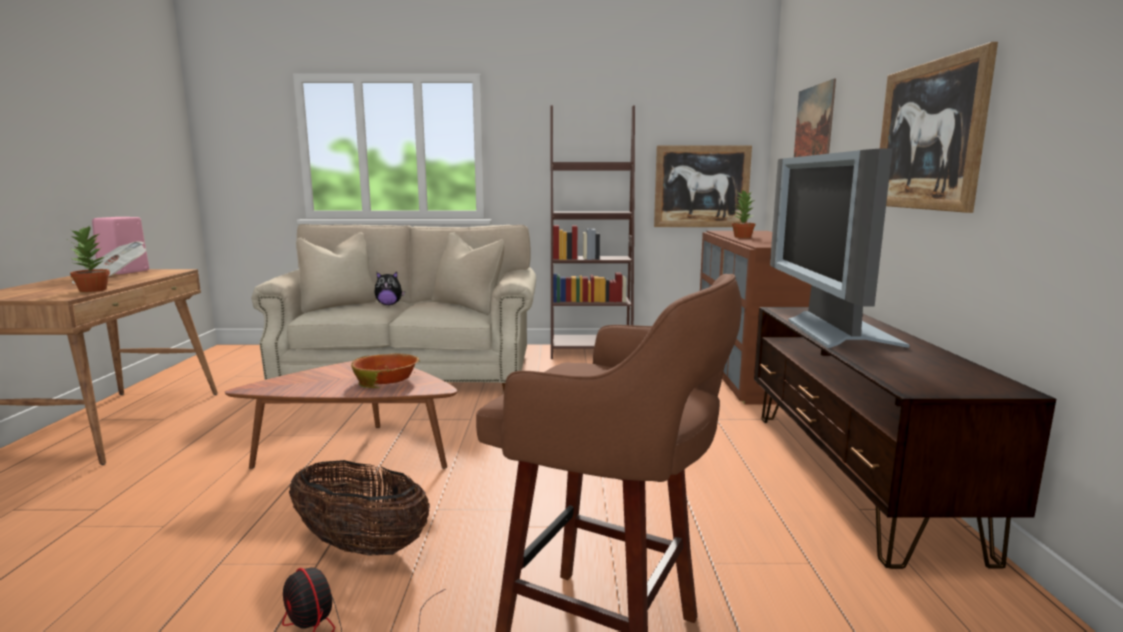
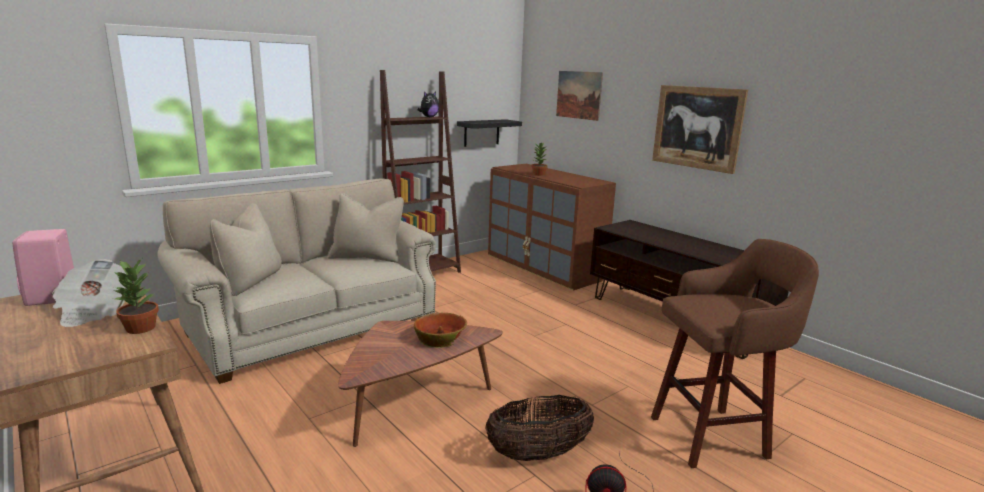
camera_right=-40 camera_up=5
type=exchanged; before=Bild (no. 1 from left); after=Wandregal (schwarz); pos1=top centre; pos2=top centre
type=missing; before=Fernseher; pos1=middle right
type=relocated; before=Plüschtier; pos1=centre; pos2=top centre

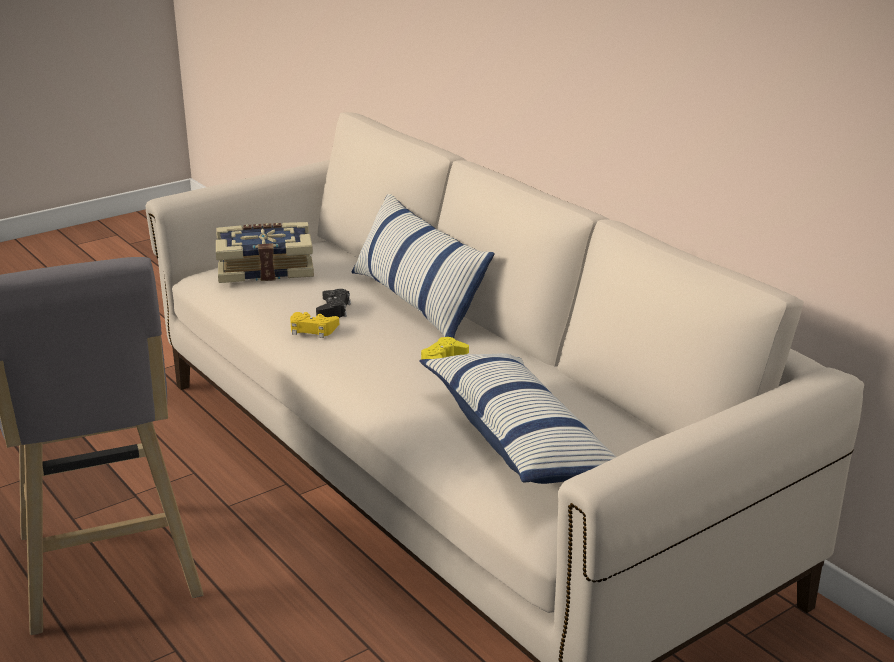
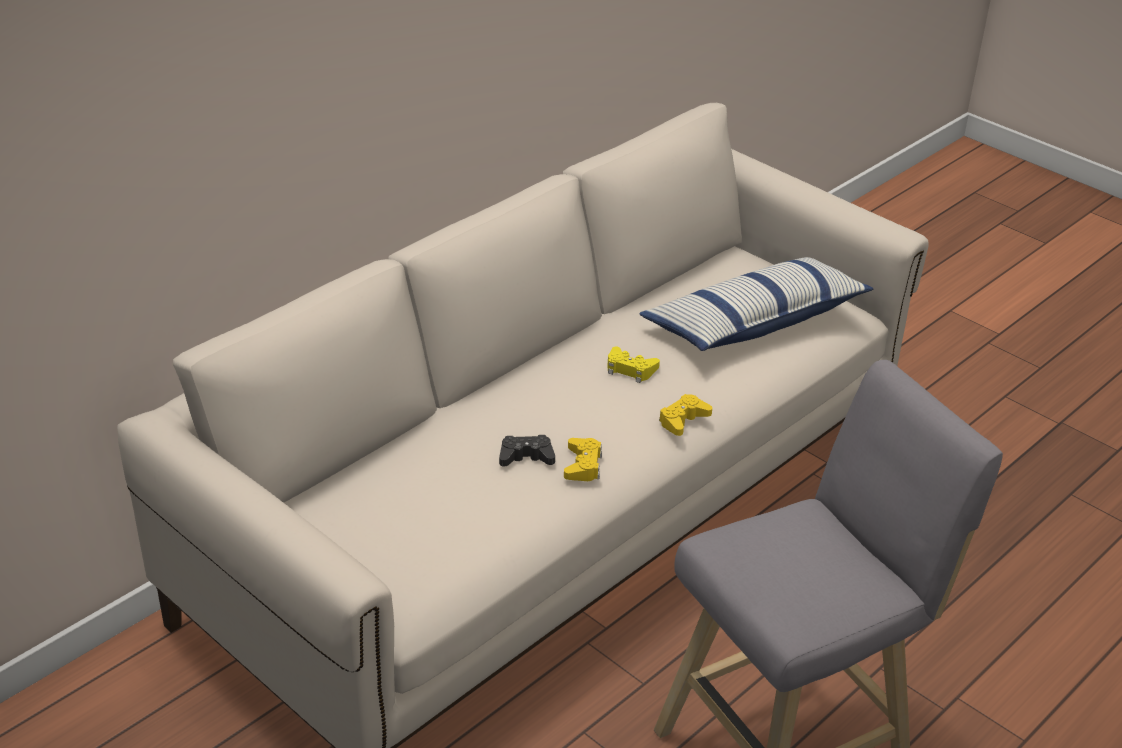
camera_right=-100 camera_up=10
type=missing; before=Kissen (no. 1 from left); pos1=centre
type=missing; before=Buch; pos1=middle left
type=appeared; after=Gamepad (gelb) (no. 3 from left); pos2=centre

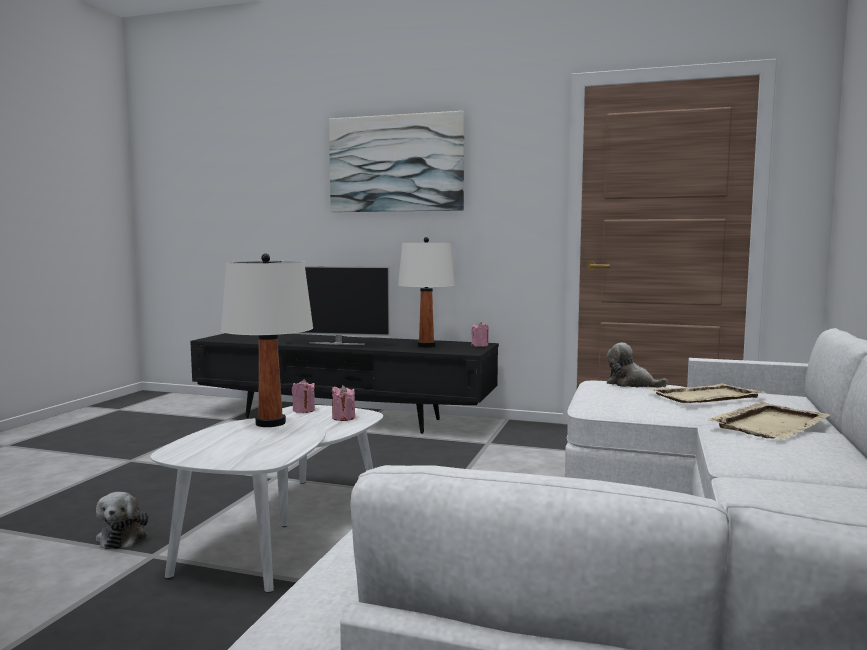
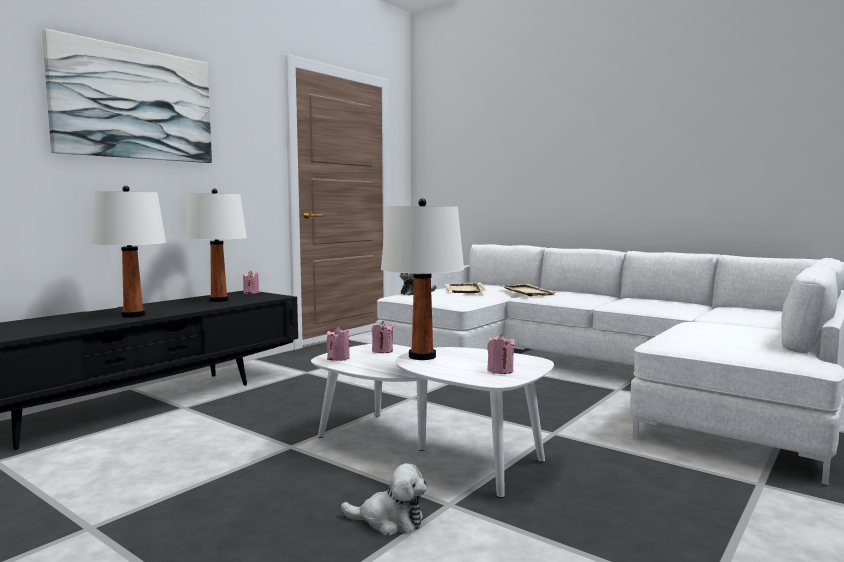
camera_right=-70 camera_up=0
type=exchanged; before=Fernseher; after=Tischlampe (weiß) (no. 1 from left); pos1=centre; pos2=middle left
type=appeared; after=Kerze (rosa) (no. 4 from left); pos2=centre

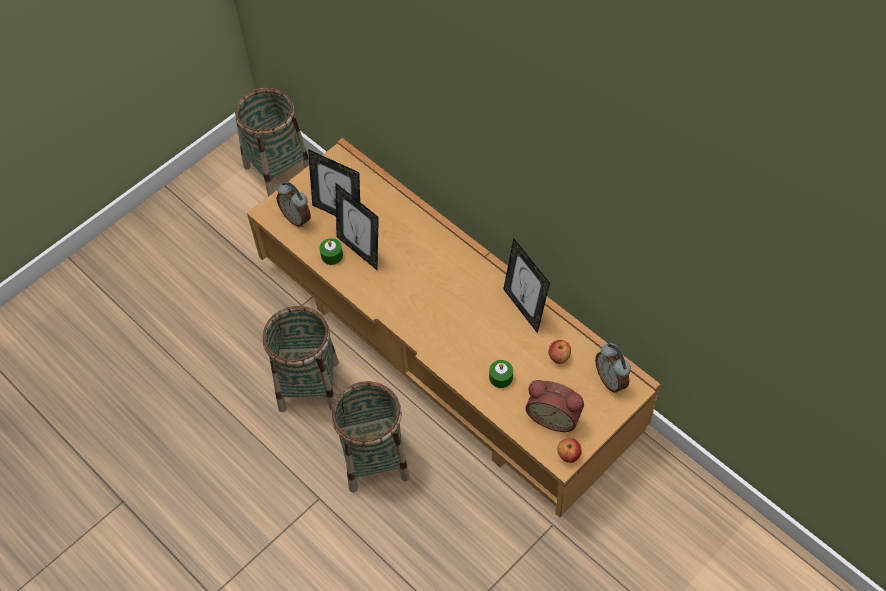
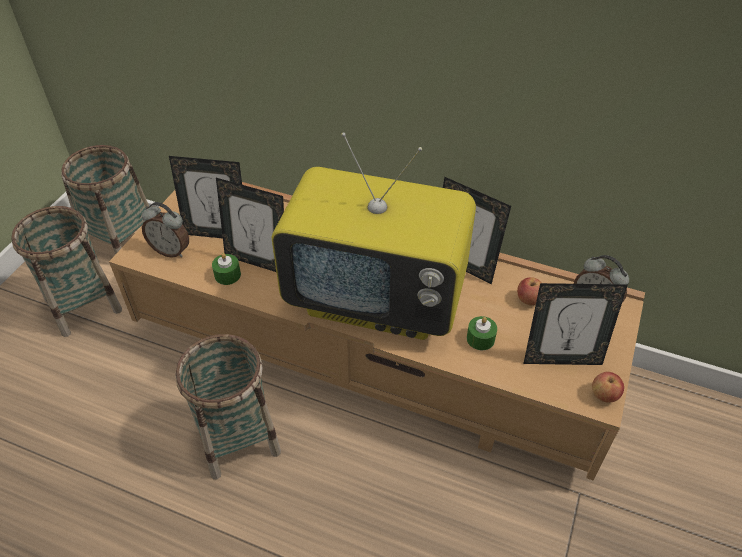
camera_right=-25 camera_up=-10
type=exchanged; before=Wecker (no. 2 from left); after=Bilderrahmen (no. 4 from left); pos1=bottom centre; pos2=middle right
type=relocated; before=Korb (no. 3 from left in the first image); after=Korb (no. 1 from left); pos1=bottom centre; pos2=middle left
type=appeared; after=Fernseher; pos2=centre

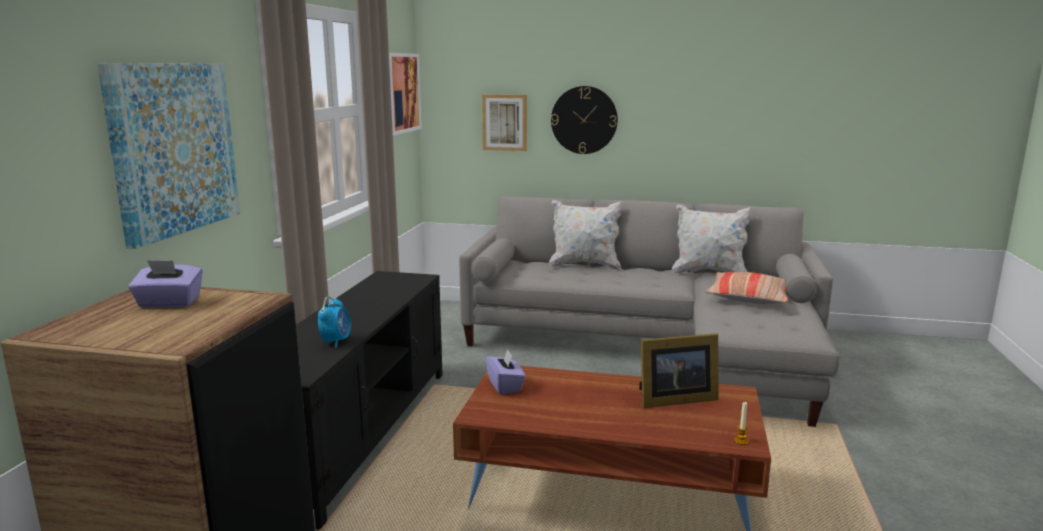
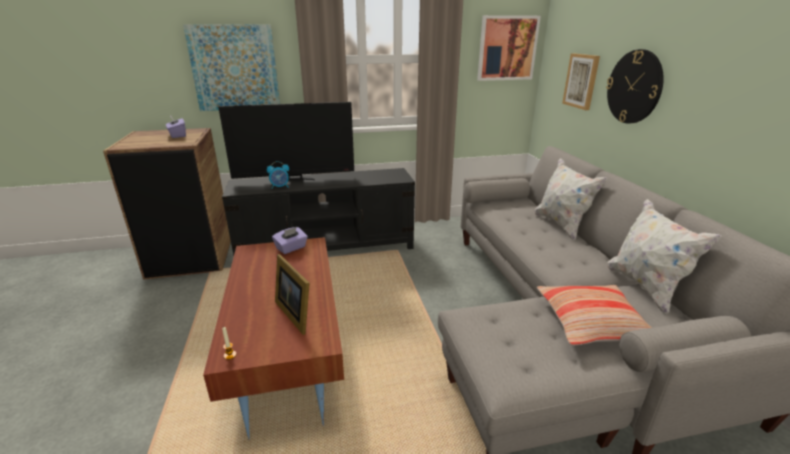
camera_right=65 camera_up=10
type=appeared; after=Fernseher; pos2=top centre

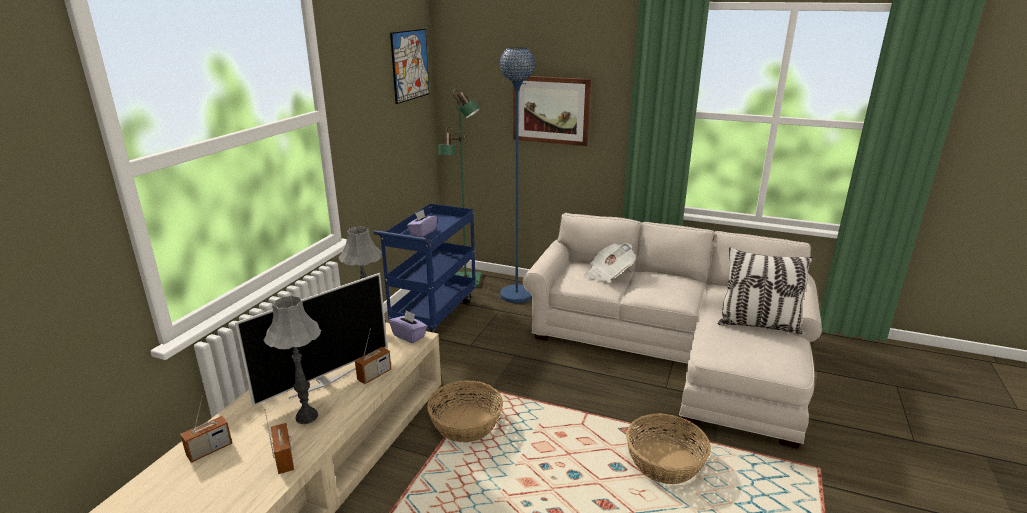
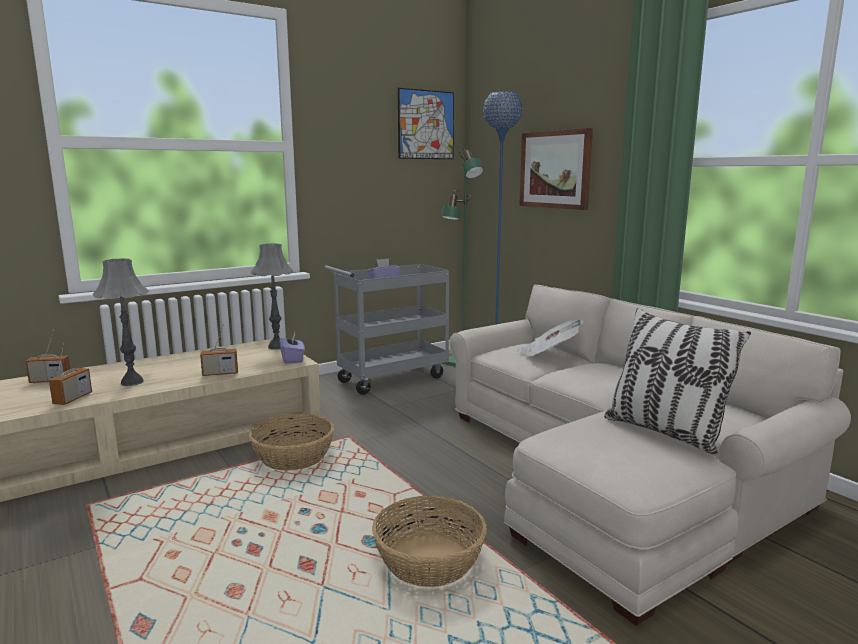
camera_right=35 camera_up=-10
type=colour; before=Rollwagen (blau); after=Rollwagen (grau); pos1=centre; pos2=centre
type=missing; before=Fernseher; pos1=middle left

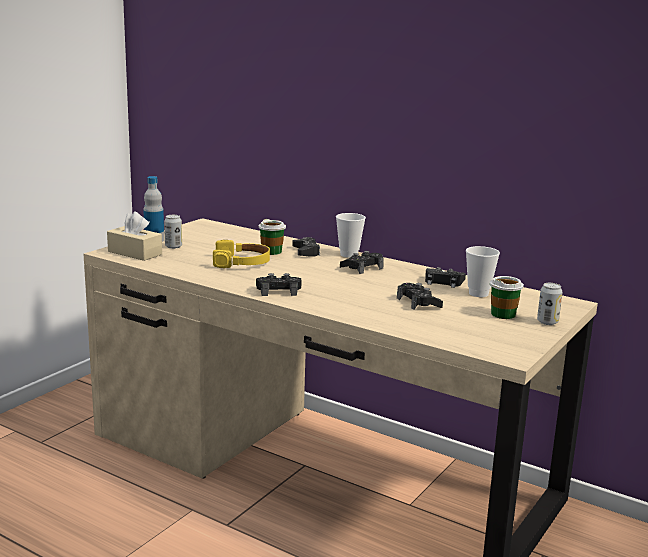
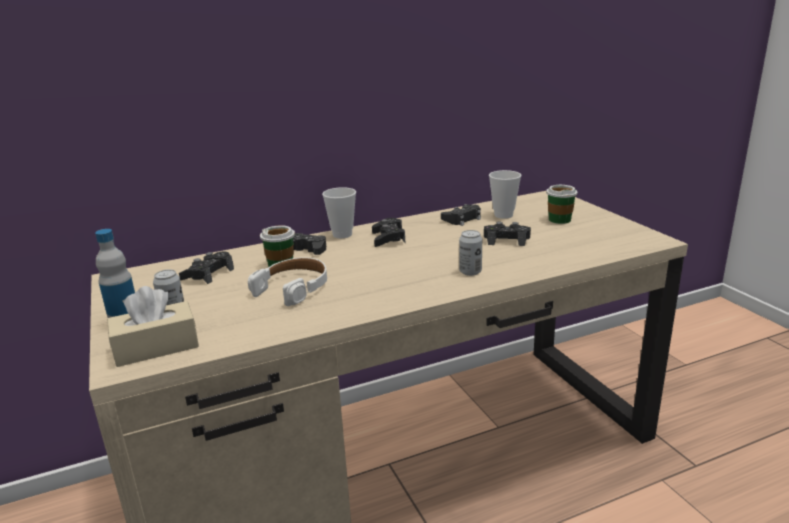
camera_right=-55 camera_up=5
type=colour; before=Kopfhörer (gelb); after=Kopfhörer (weiß); pos1=centre; pos2=centre
type=relocated; before=Gamepad (schwarz) (no. 1 from left); pos1=centre; pos2=middle left
type=relocated; before=Dose (no. 2 from left); pos1=middle right; pos2=centre

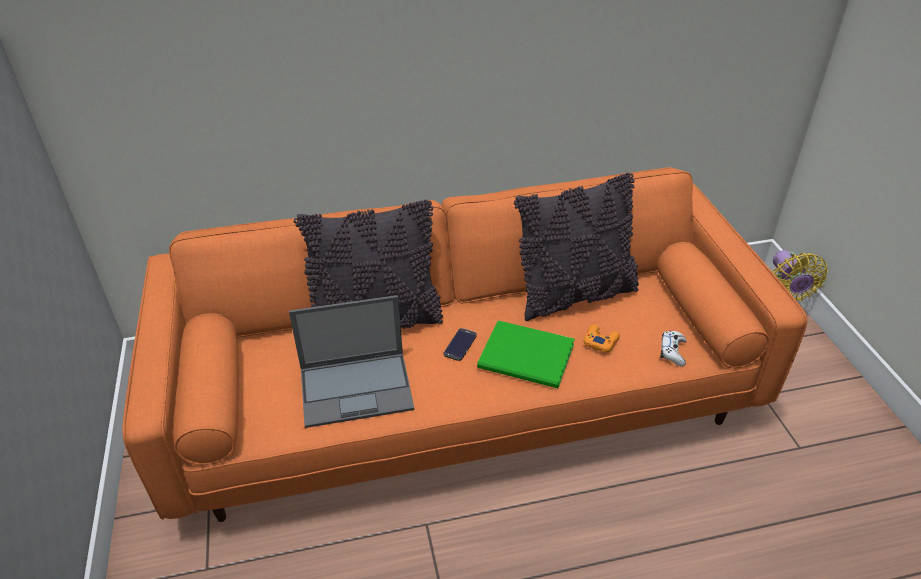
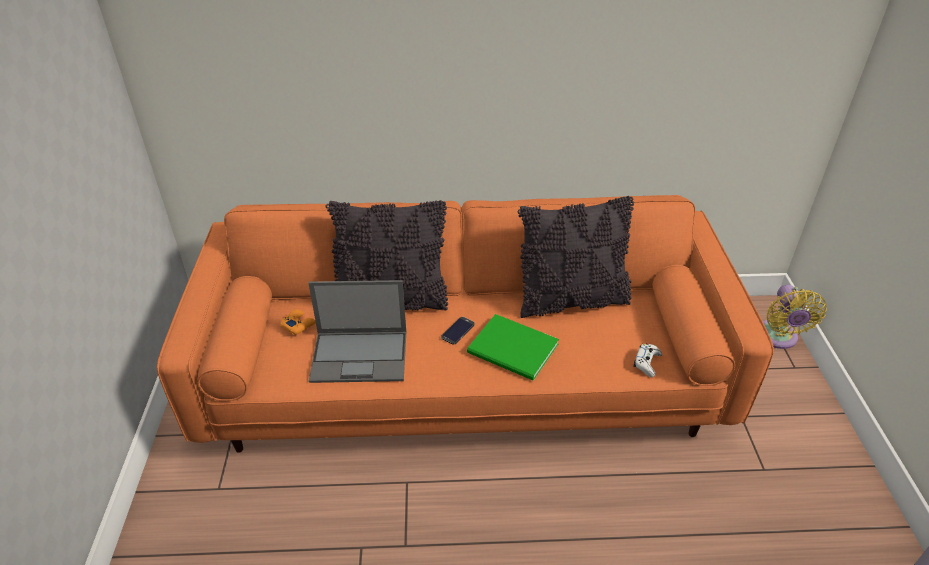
camera_right=10 camera_up=0
type=relocated; before=Gamepad (orange); pos1=centre; pos2=middle left

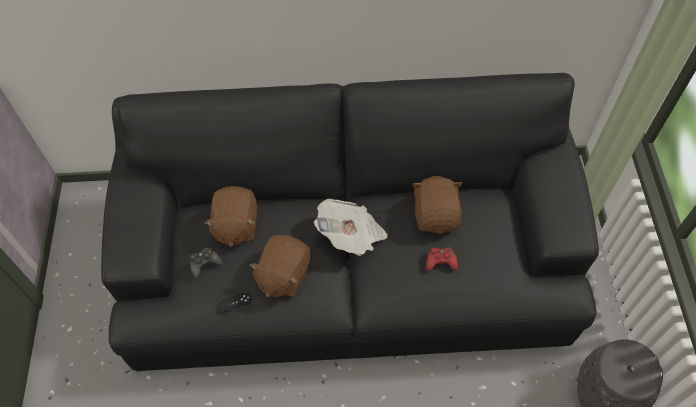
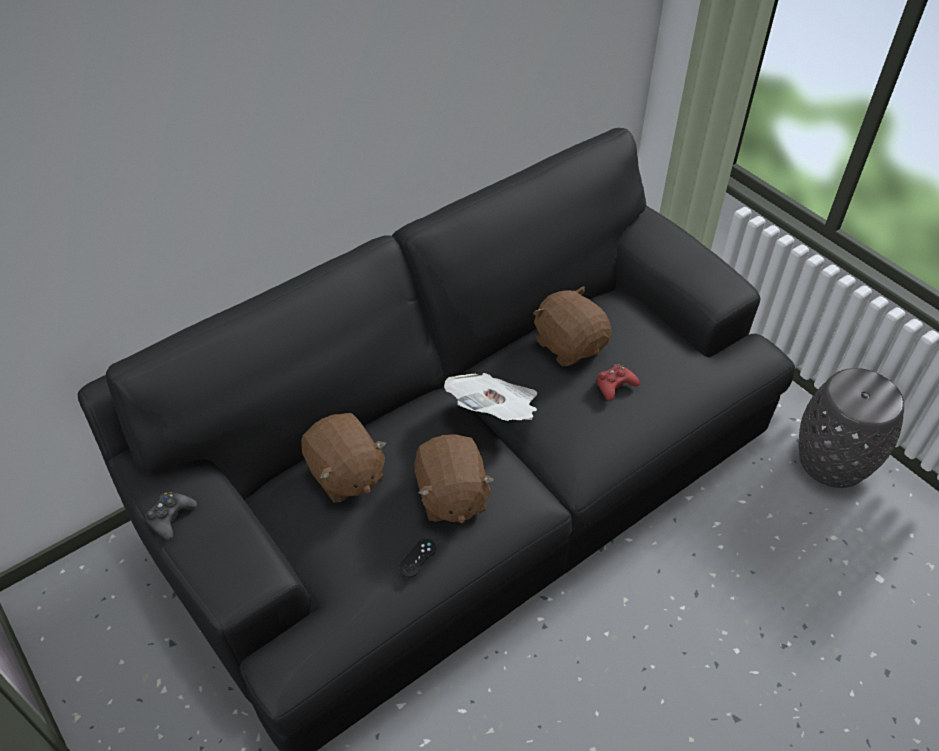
camera_right=-35 camera_up=-10
type=relocated; before=Gamepad (schwarz) (no. 1 from left); pos1=middle left; pos2=bottom left

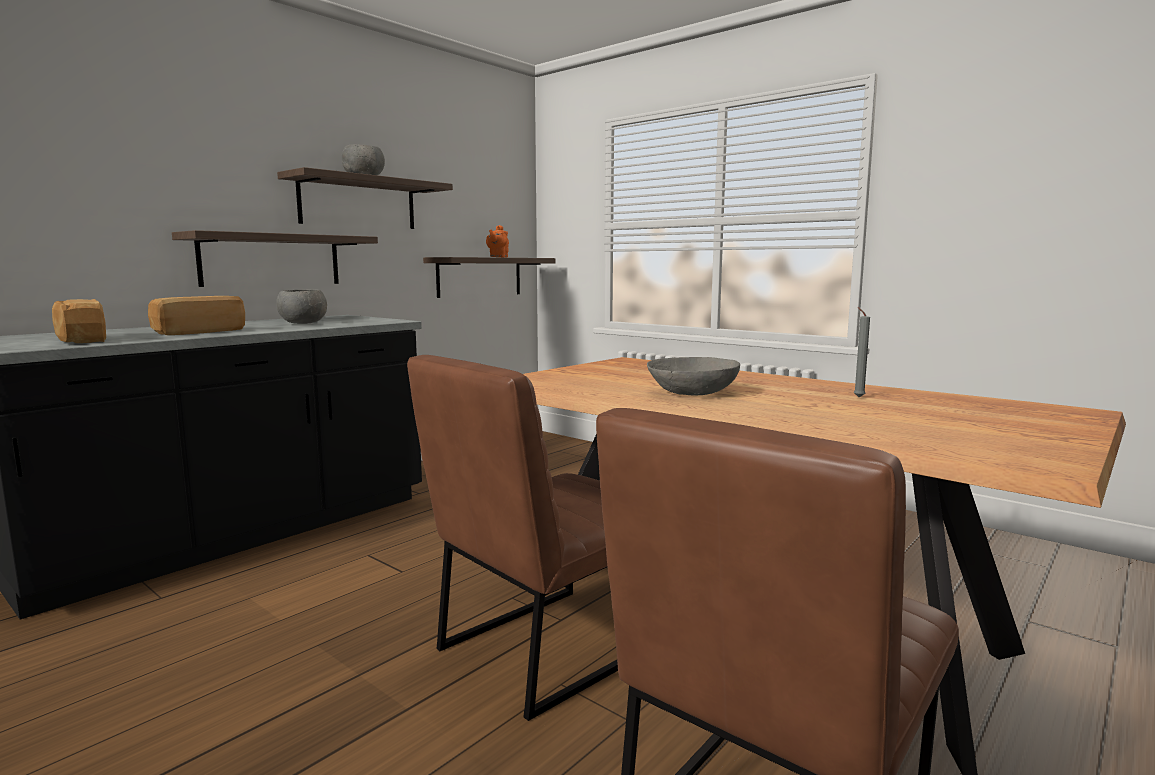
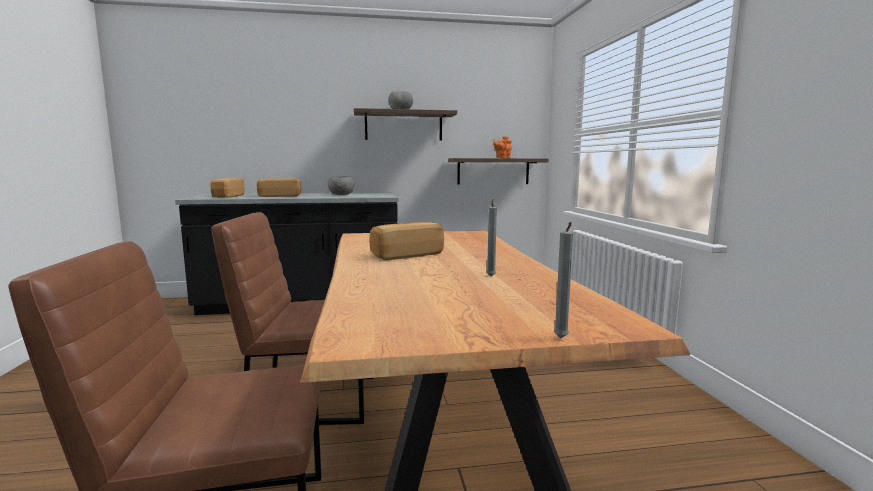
camera_right=40 camera_up=0
type=missing; before=Wandregal (no. 1 from left); pos1=top left
type=exchanged; before=Schüssel (grau) (no. 3 from left); after=Brot (no. 3 from left); pos1=centre; pos2=centre
type=appeared; after=Kerze (grau) (no. 2 from left); pos2=centre

